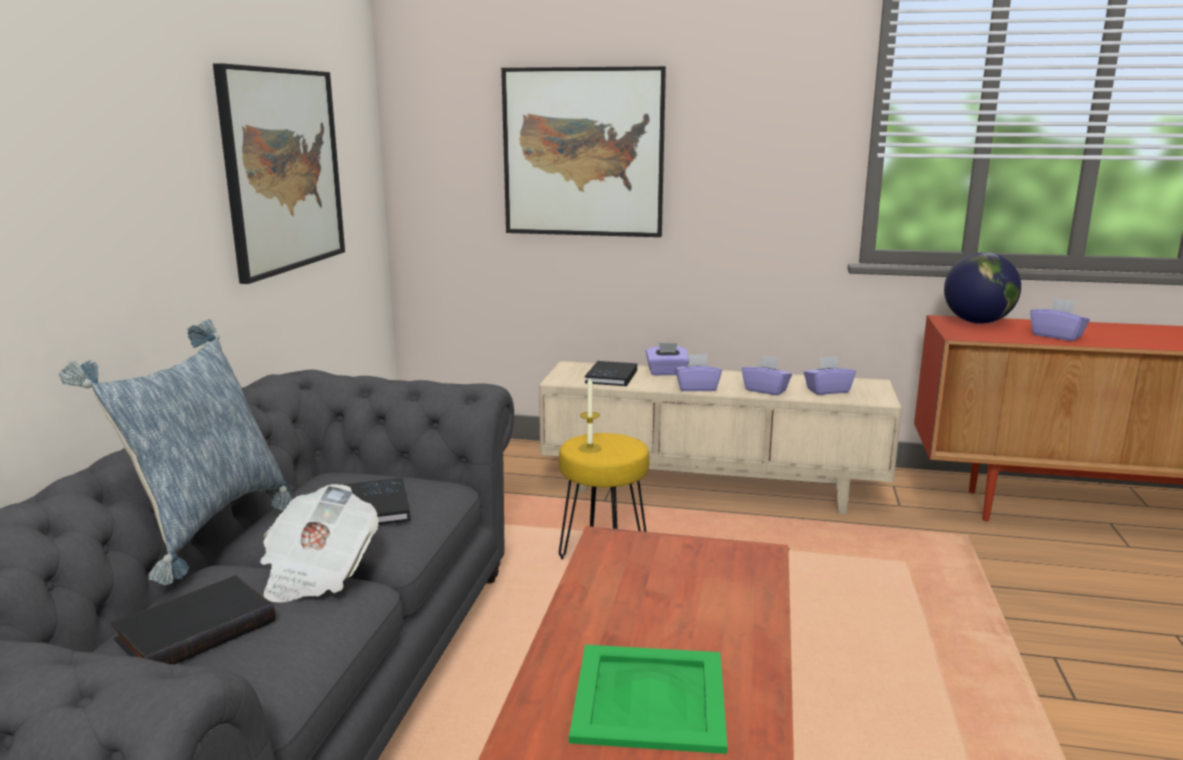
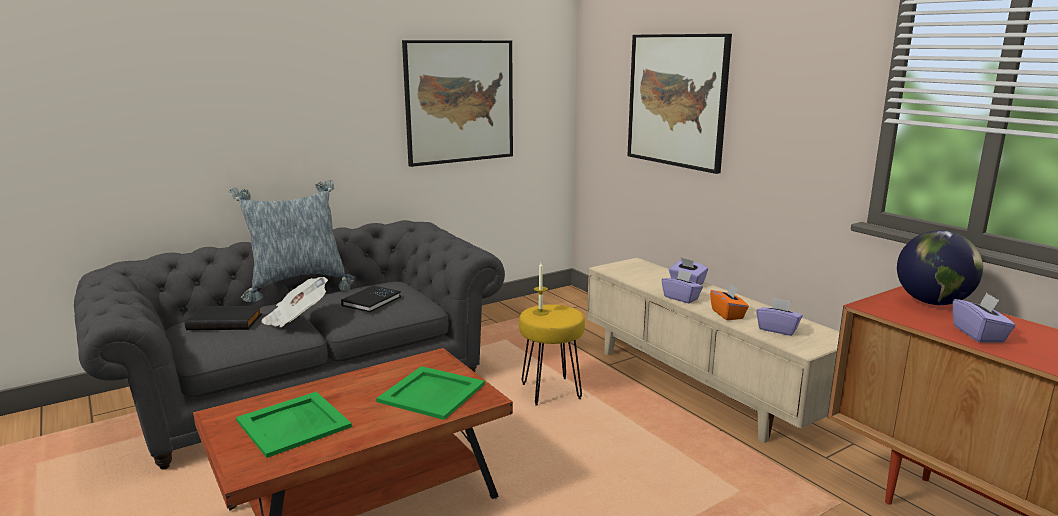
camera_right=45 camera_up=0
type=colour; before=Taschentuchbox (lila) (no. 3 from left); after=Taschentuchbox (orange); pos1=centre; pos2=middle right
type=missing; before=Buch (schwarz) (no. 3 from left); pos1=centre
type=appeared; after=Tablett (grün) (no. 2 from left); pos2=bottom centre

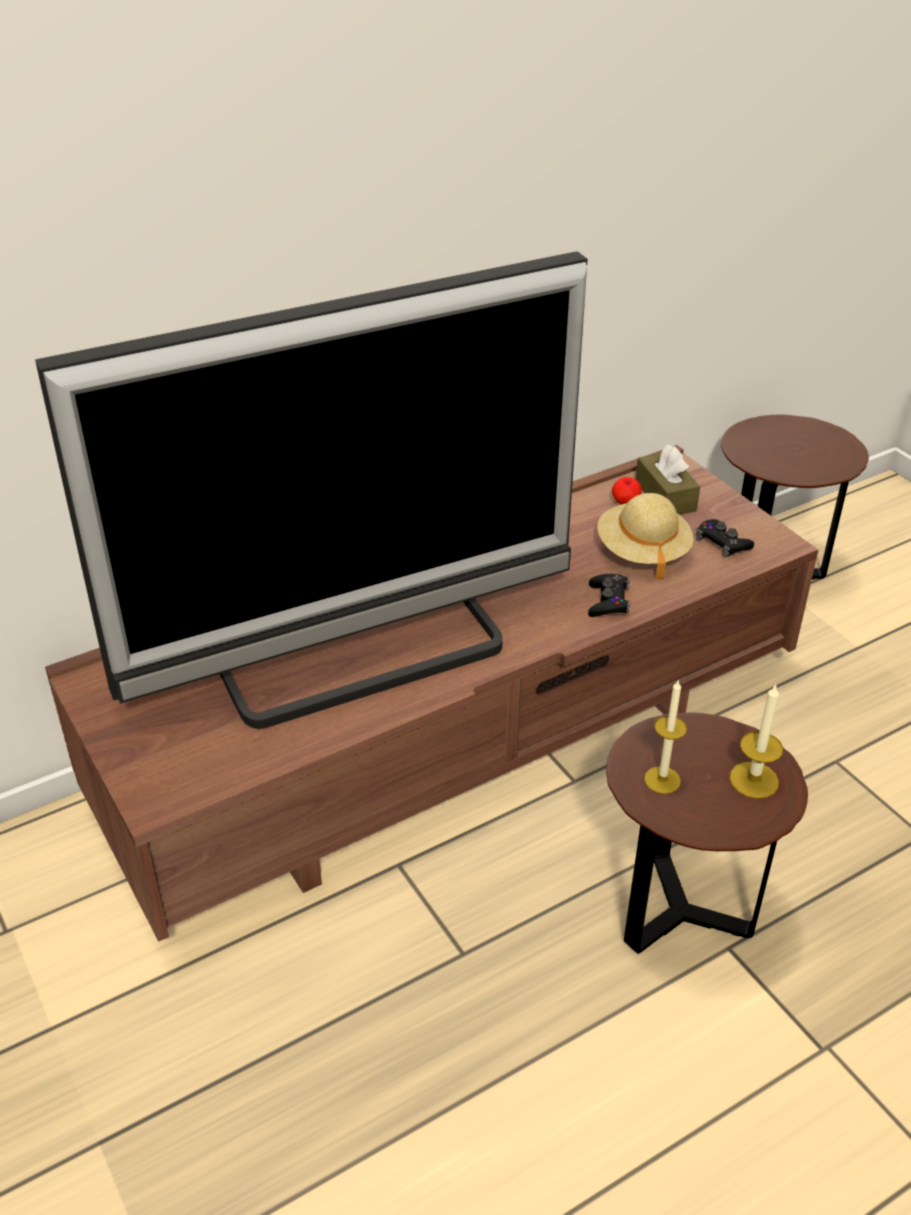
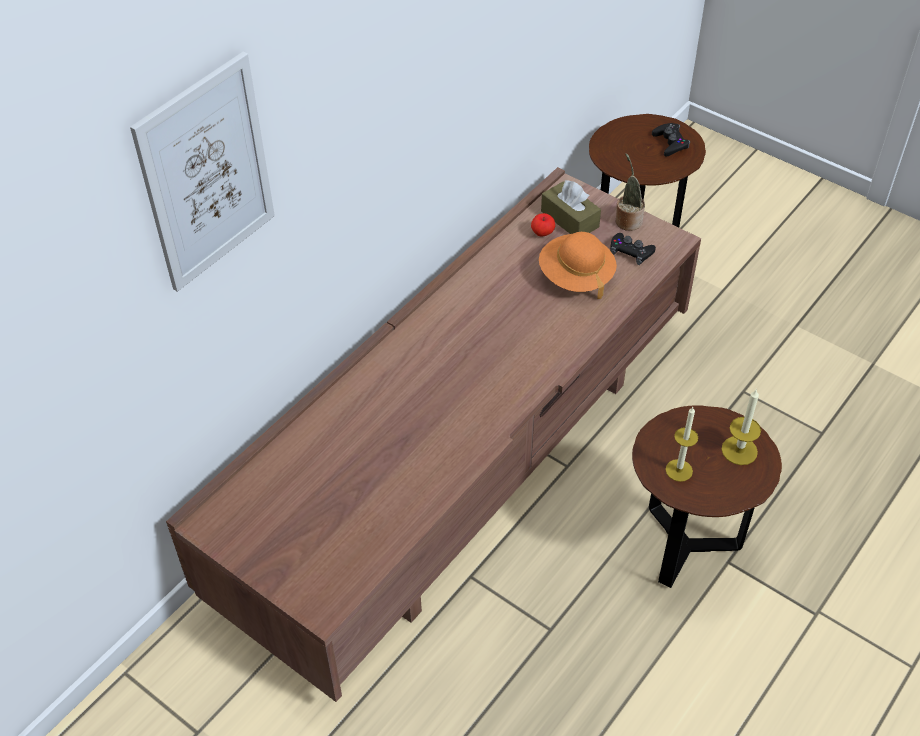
camera_right=-20 camera_up=10
type=missing; before=Fernseher; pos1=centre
type=colour; before=Hut (beige); after=Hut (orange); pos1=middle right; pos2=centre
type=relocated; before=Gamepad (schwarz) (no. 1 from left in the first image); after=Gamepad (schwarz) (no. 2 from left); pos1=middle right; pos2=top right
type=appeared; after=Bild; pos2=top left
type=appeared; after=Topfpflanze; pos2=top right

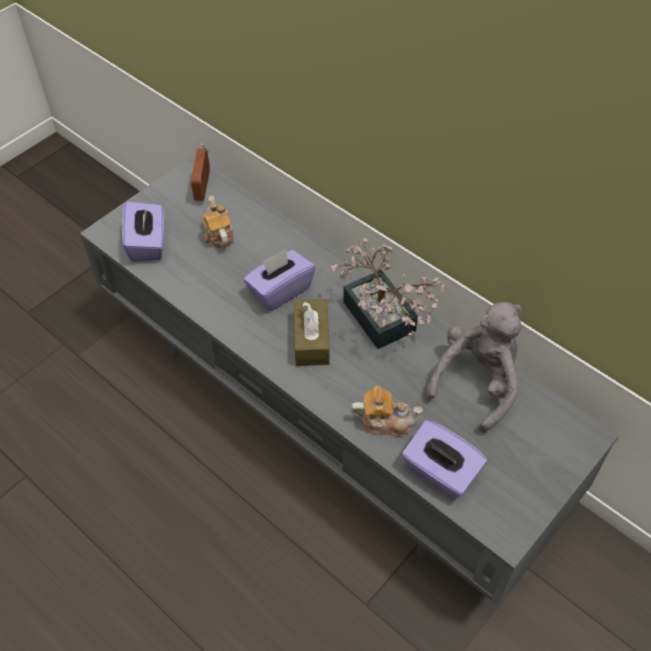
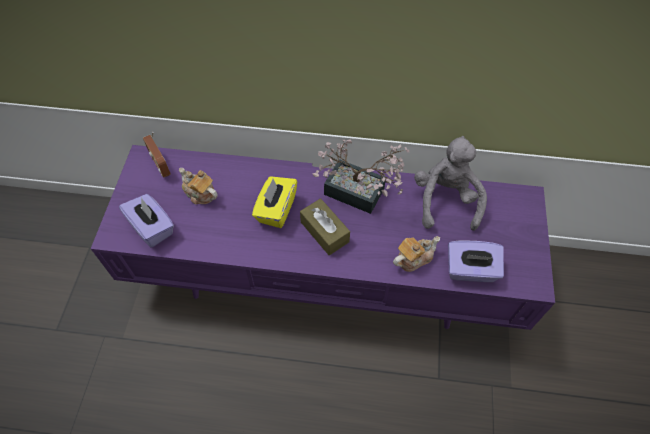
camera_right=-35 camera_up=5
type=colour; before=Fernsehschrank (grau); after=Fernsehschrank (lila); pos1=centre; pos2=centre
type=colour; before=Taschentuchbox (lila) (no. 2 from left); after=Taschentuchbox (gelb); pos1=centre; pos2=centre

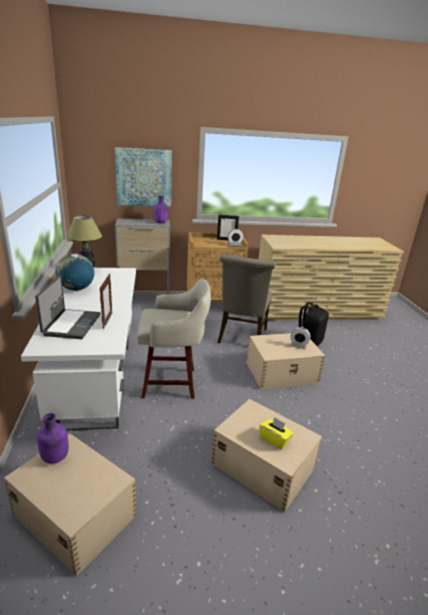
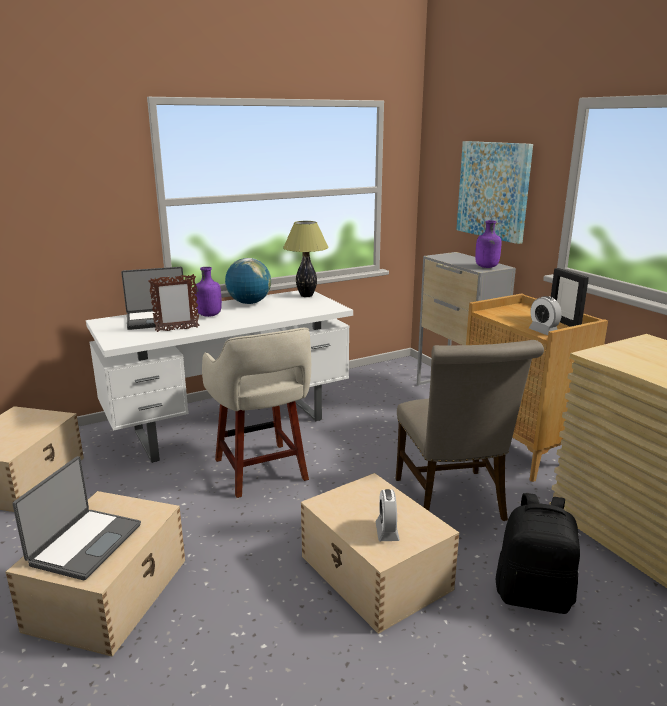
camera_right=70 camera_up=-5
type=spun; before=Stuhl (beige); pos1=centre; pos2=middle right; turn=-90
type=relocated; before=Flasche (lila) (no. 1 from left); pos1=bottom left; pos2=middle left
type=exchanged; before=Taschentuchbox (gelb); after=Laptop (no. 1 from left); pos1=bottom centre; pos2=bottom left

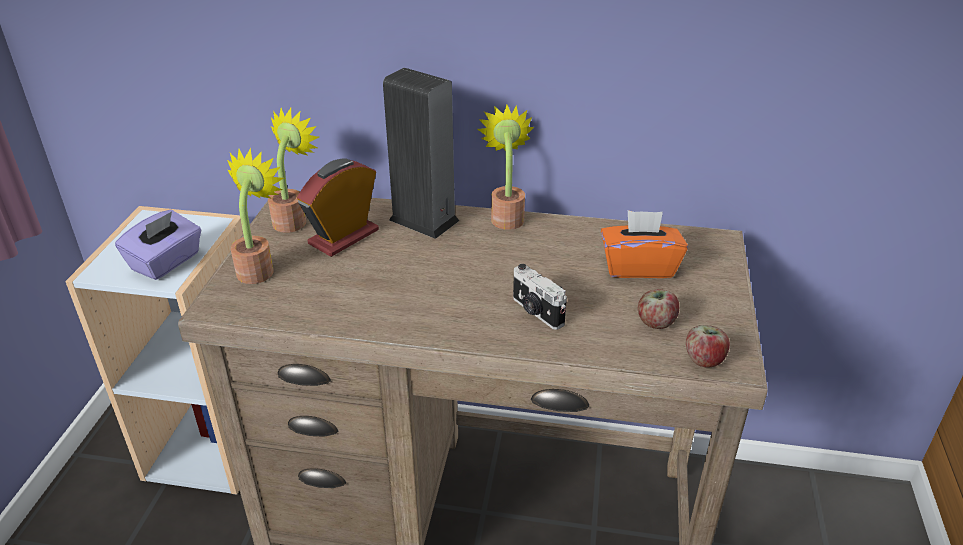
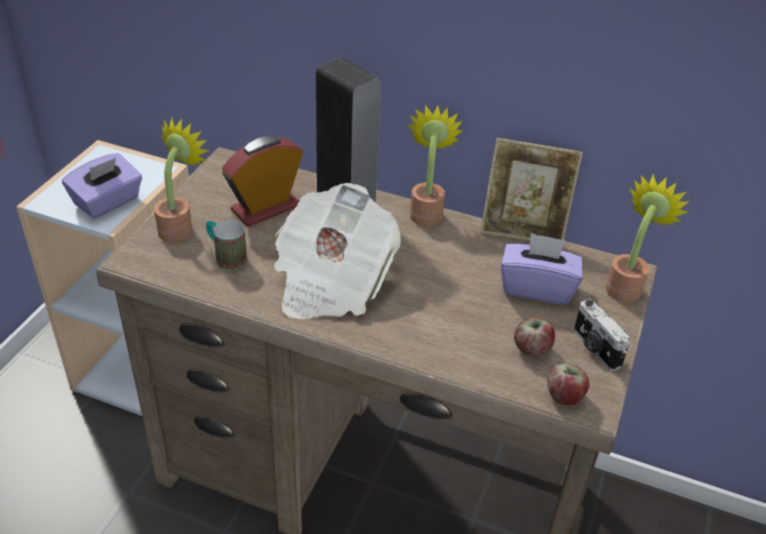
camera_right=10 camera_up=5
type=relocated; before=Topfpflanze (no. 2 from left in the first image); after=Topfpflanze (no. 3 from left); pos1=top left; pos2=middle right
type=colour; before=Taschentuchbox (orange); after=Taschentuchbox (lila) (no. 2 from left); pos1=middle right; pos2=middle right
type=relocated; before=Kamera; pos1=centre; pos2=middle right
type=appeared; after=Bilderrahmen; pos2=middle right
type=appeared; after=Zeitung; pos2=centre
type=appeared; after=Henkelbecher; pos2=middle left

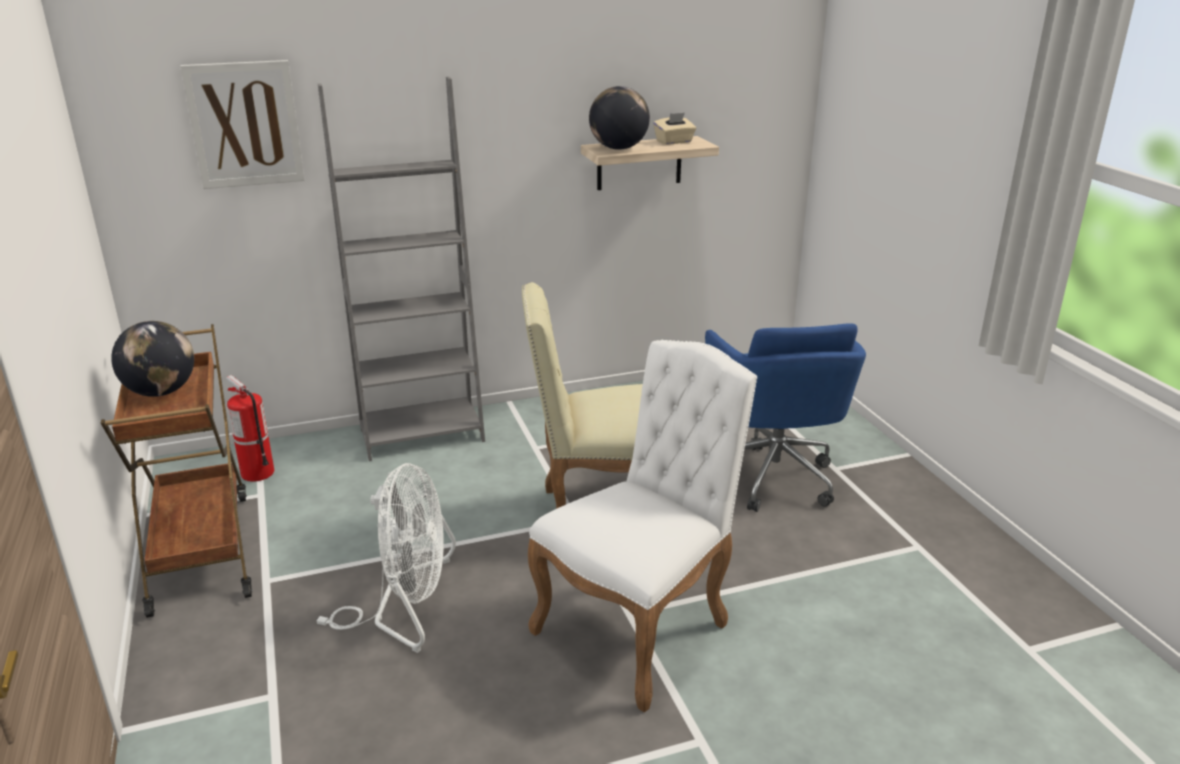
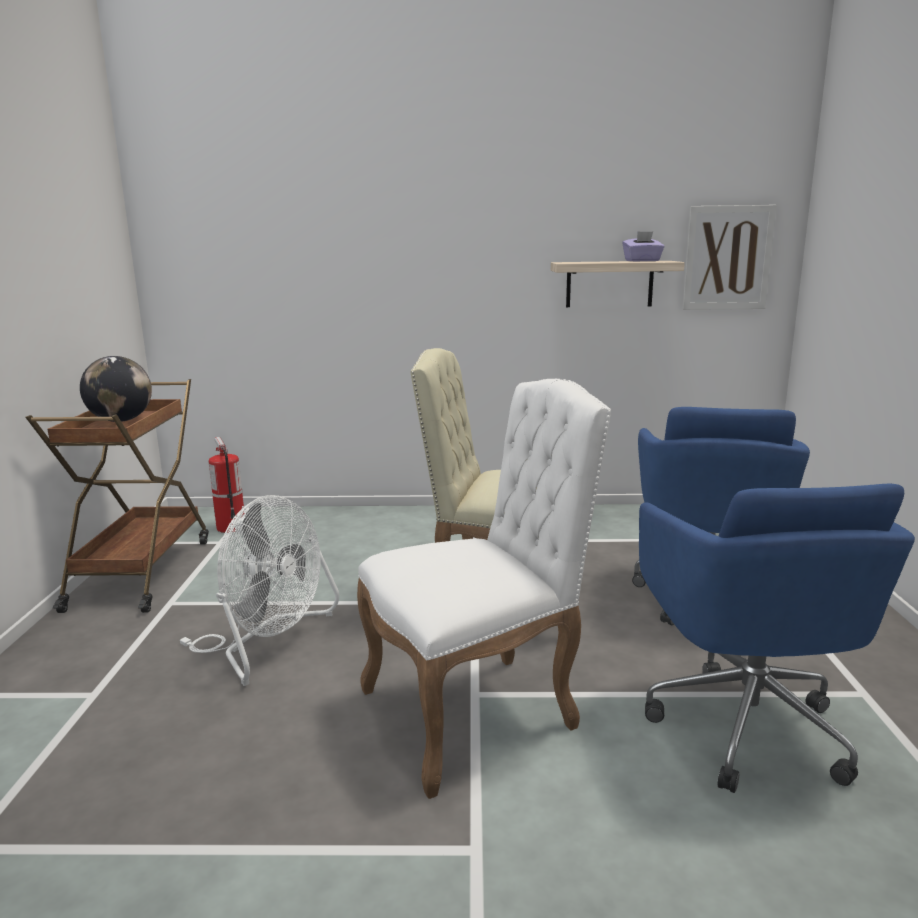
camera_right=20 camera_up=-10
type=relocated; before=Bild; pos1=top left; pos2=top right
type=missing; before=Bücherregal (grau); pos1=centre
type=missing; before=Globus (no. 2 from left); pos1=top centre
type=colour; before=Taschentuchbox (beige); after=Taschentuchbox (lila); pos1=top centre; pos2=top right
type=appeared; after=Bürostuhl (blau) (no. 2 from left); pos2=bottom right

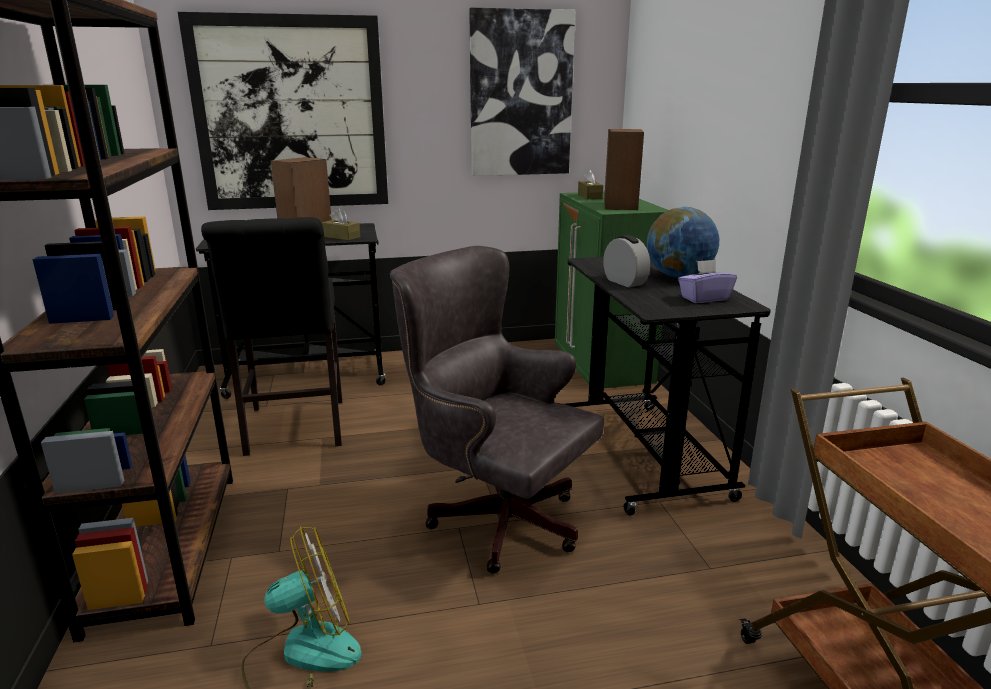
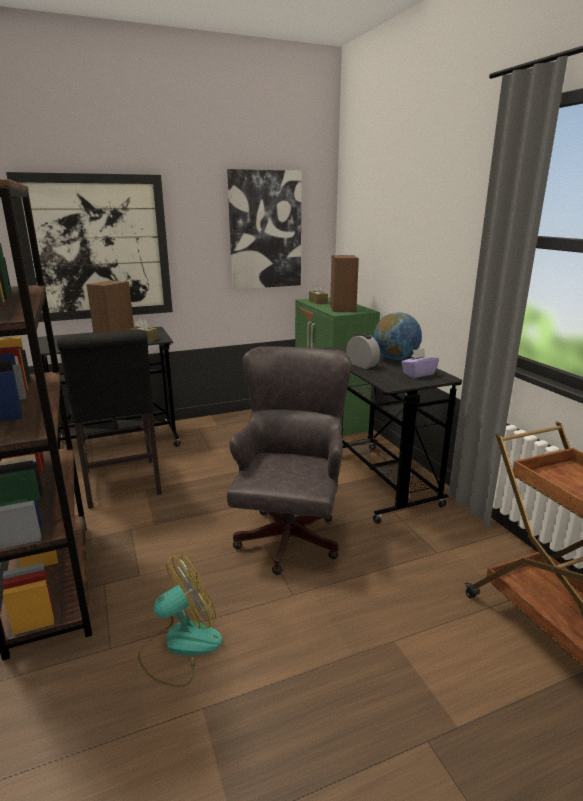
camera_right=-10 camera_up=0
type=spun; before=Bürostuhl (grau); pos1=centre; pos2=centre; turn=75

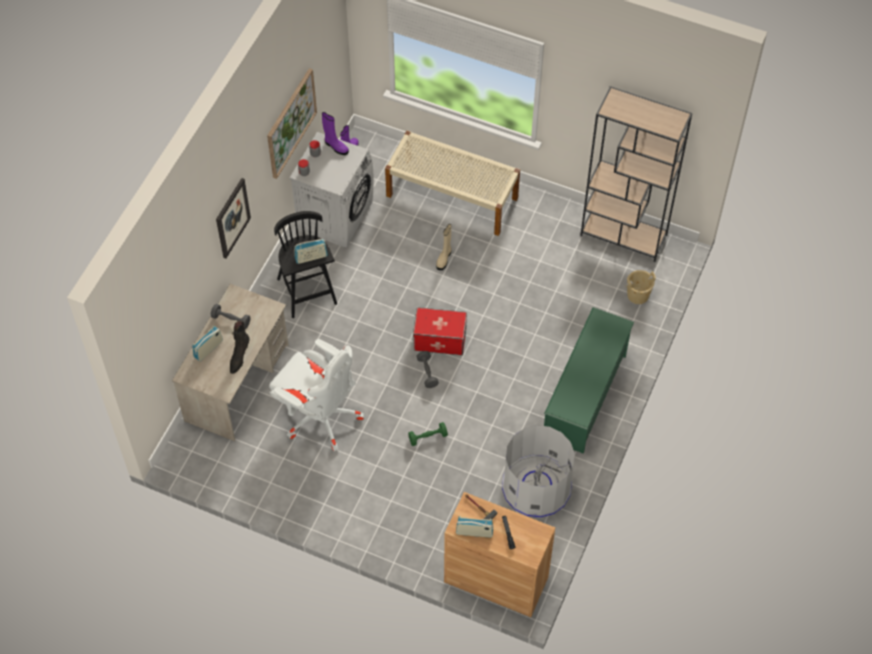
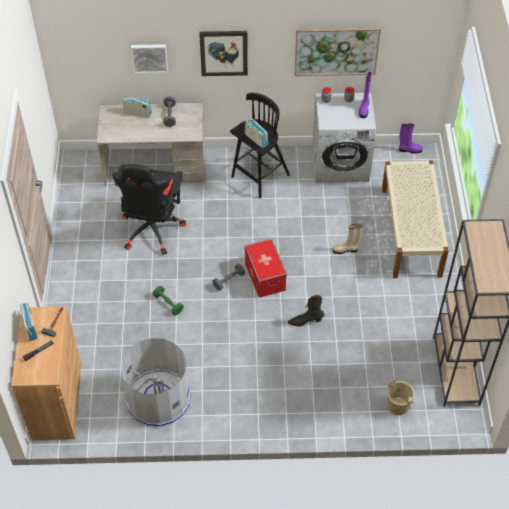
camera_right=65 camera_up=-5
type=missing; before=Schuhregal (grün); pos1=middle right
type=relocated; before=Stiefel (schwarz); pos1=middle left; pos2=centre
type=colour; before=Bürostuhl (weiß); after=Bürostuhl (schwarz); pos1=centre; pos2=middle left
type=appeared; after=Bild (no. 1 from left); pos2=top left

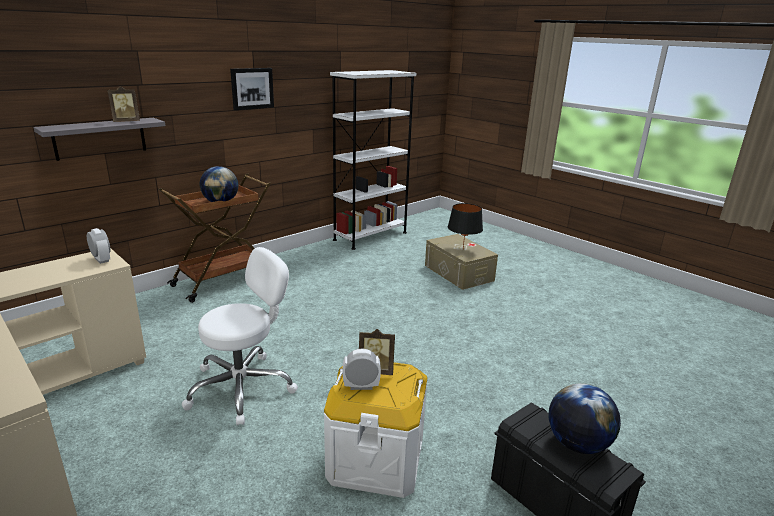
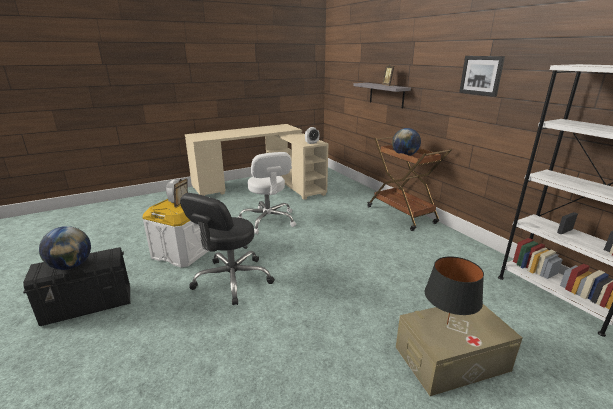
camera_right=105 camera_up=0
type=appeared; after=Bürostuhl (schwarz); pos2=centre

